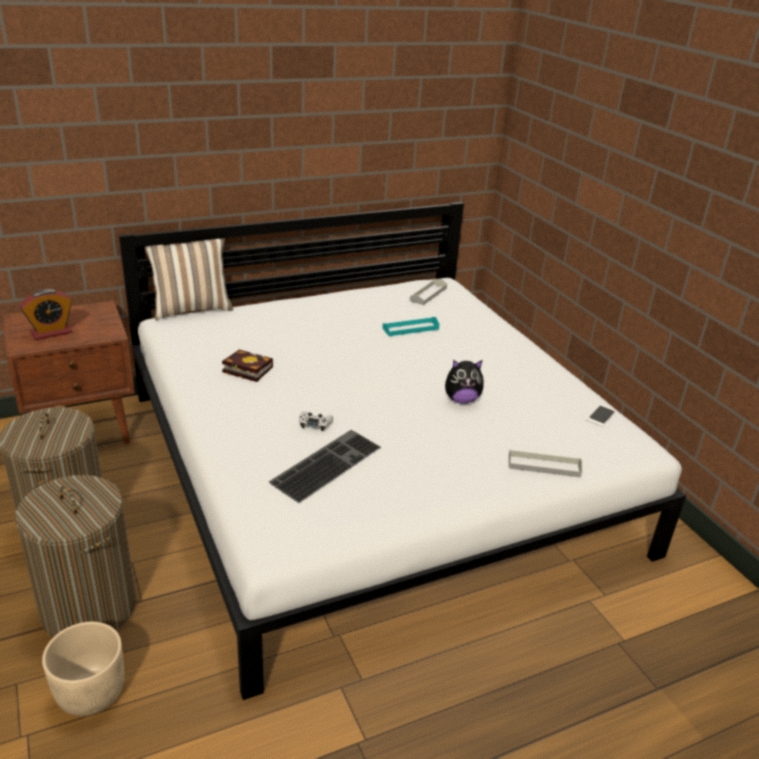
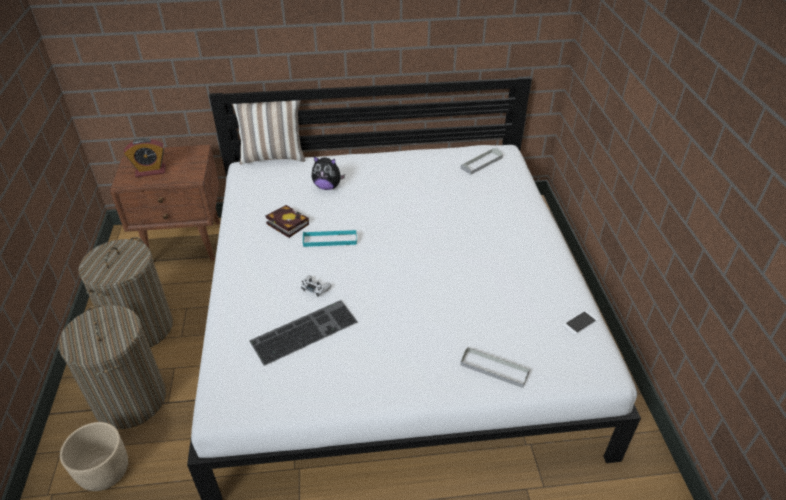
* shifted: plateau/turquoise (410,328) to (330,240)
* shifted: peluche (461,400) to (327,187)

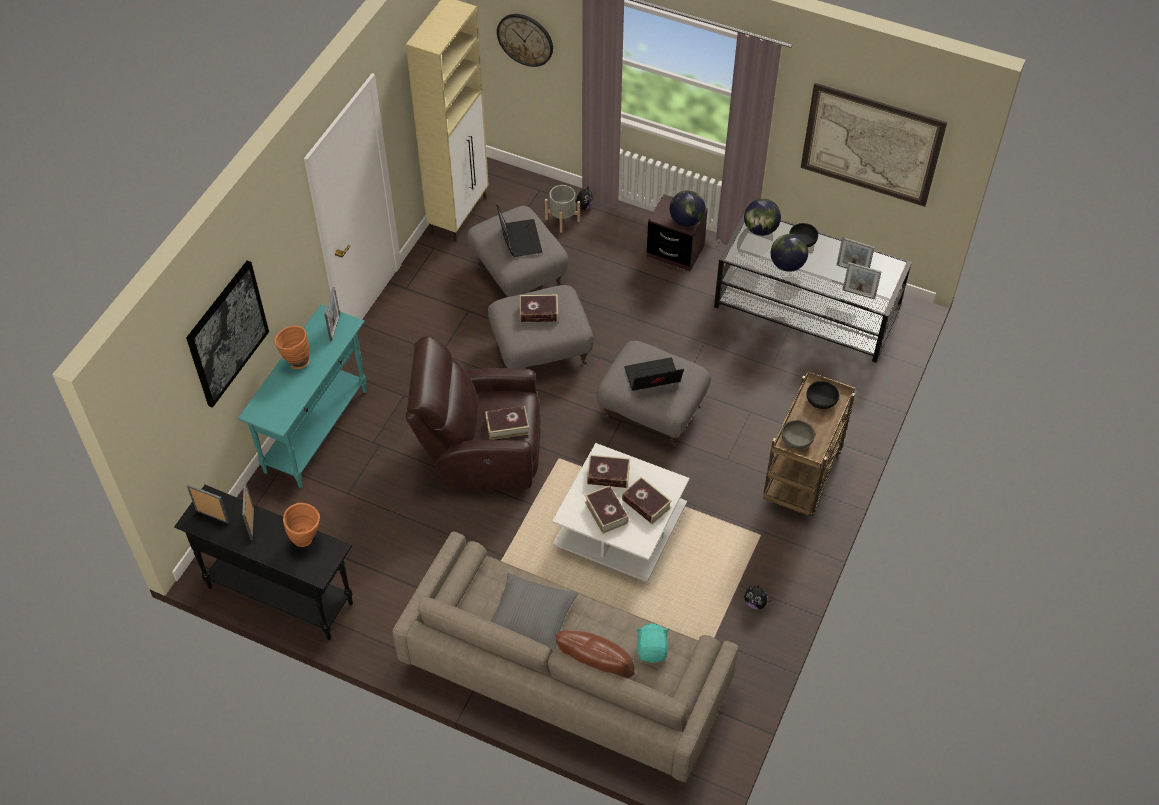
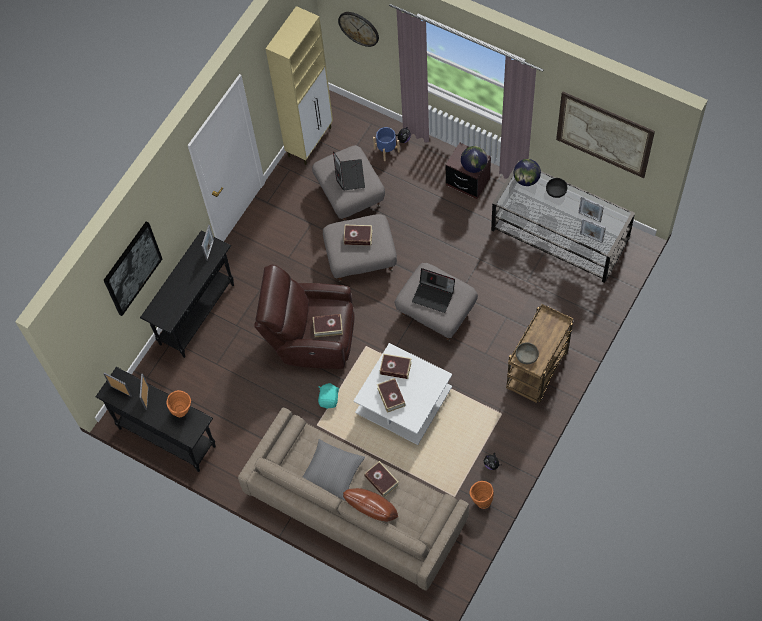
* repainted: table console/turquoise (317,431) to table console/noir (197,314)
* shifted: vase/orange (295,361) to (480,500)
* repainted: cache-pot/gris (562,219) to cache-pot/bleu (386,150)
* shifted: livre (646,504) to (381,480)
* rotated: ordinateur portable (652,379) = (434,295) 150 degrees counterclockwise
* shifted: peluche/turquoise (652,649) to (329,399)
* gone: globe (787,265)
* gone: bol/noir (821,401)

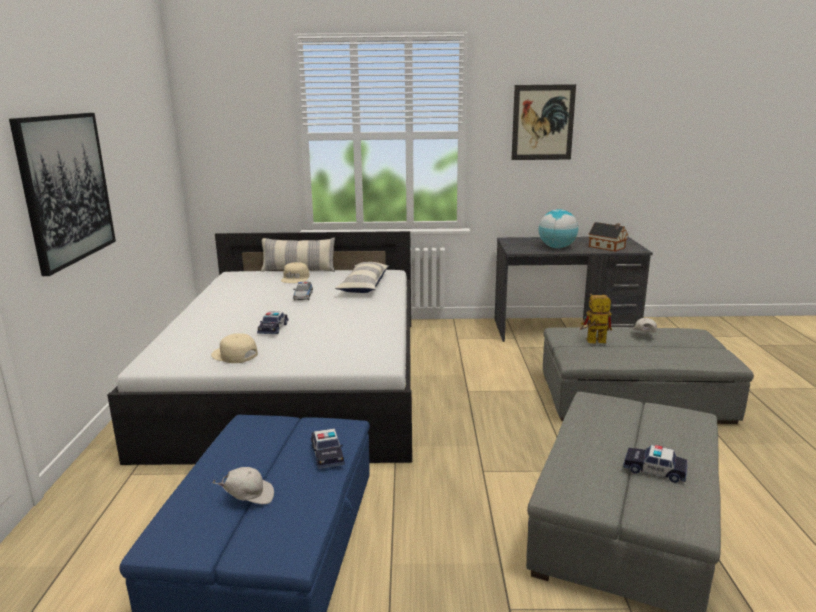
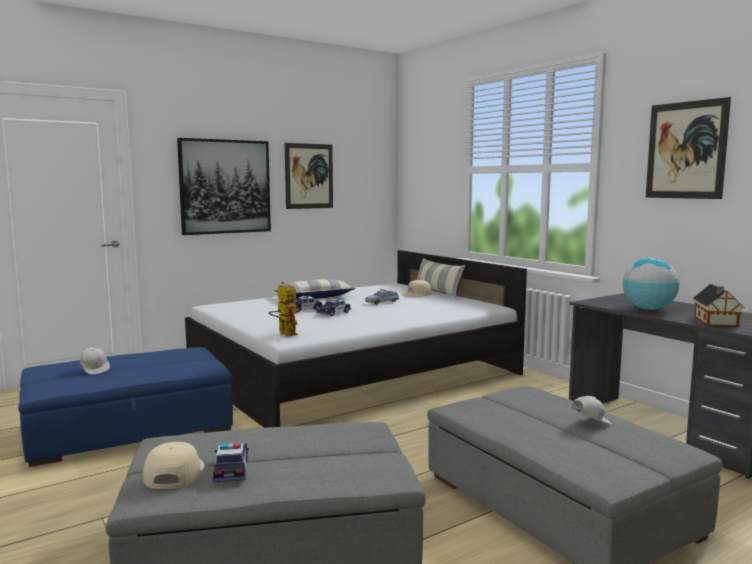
* shifted: casquette/beige (234,355) to (173,473)
* shifted: petite voiture (327,454) to (333,313)
* shifted: coussin (364,286) to (314,297)
* shifted: robot jouet (592,342) to (284,333)
* new: tableau (309,176)

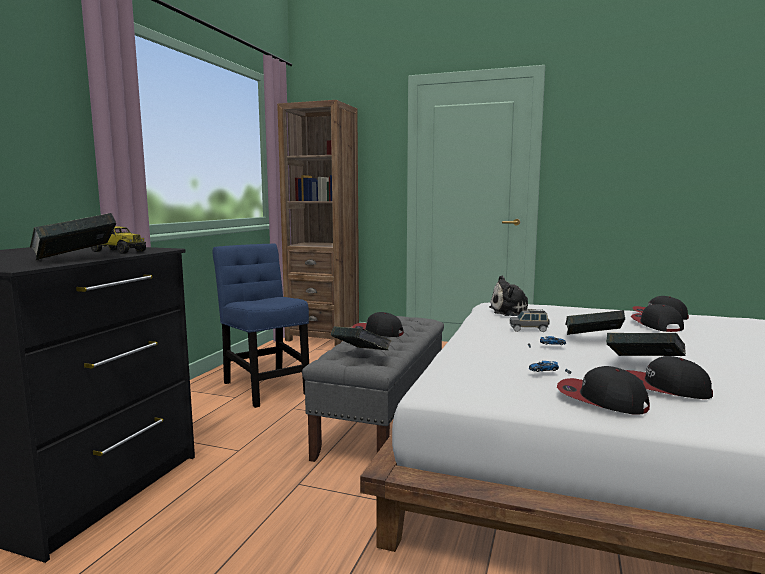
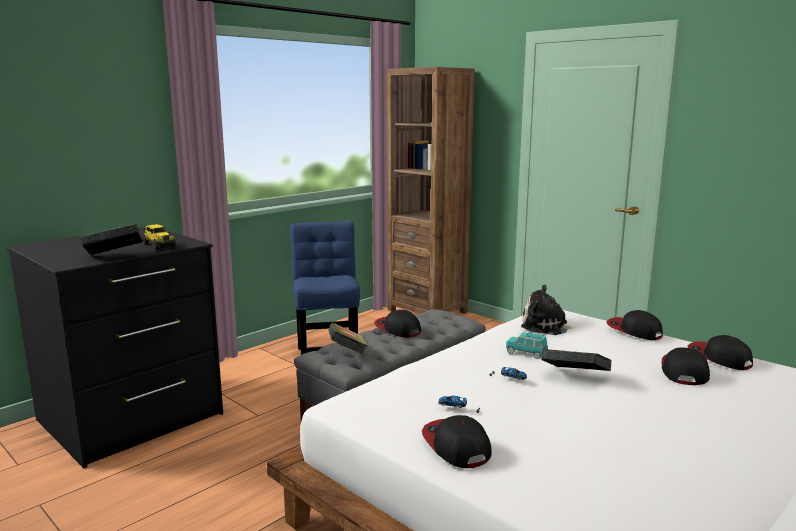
* repainted: petite voiture/gris (529,329) to petite voiture/turquoise (526,353)
* gone: livre (643,364)
* shifted: casquette (664,388) to (634,331)

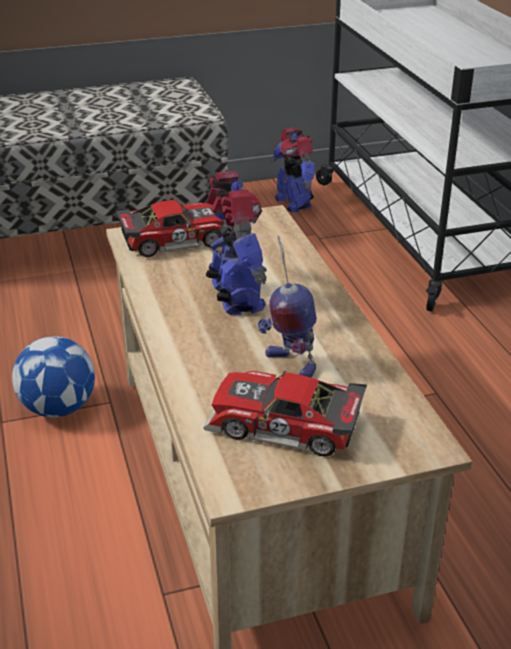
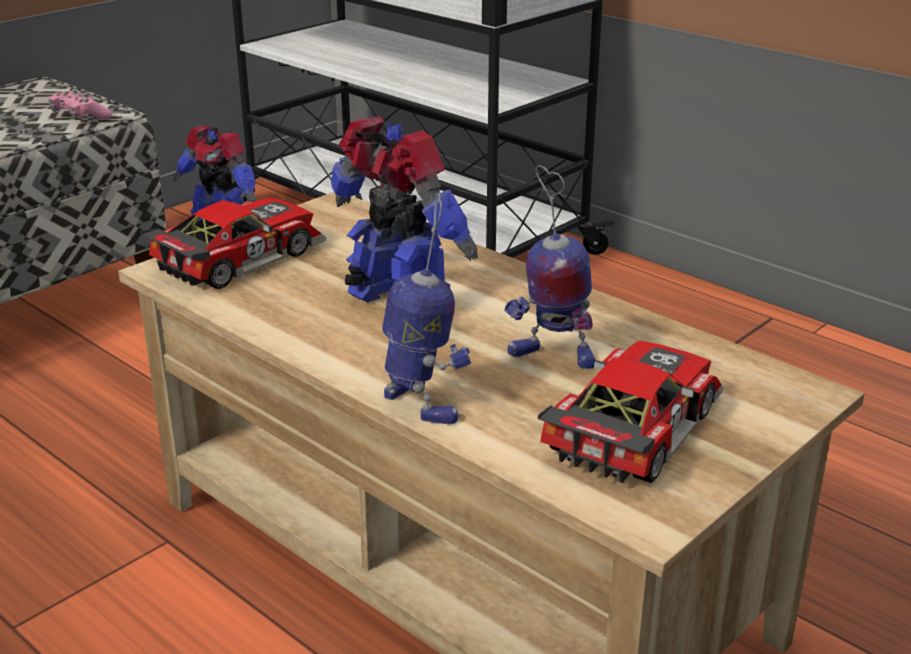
* gone: ballon de foot (58,408)
* rotated: petite voiture (283,427) = (627,428) 135 degrees clockwise
* new: manette/rose (80,117)
* new: robot jouet (422,404)

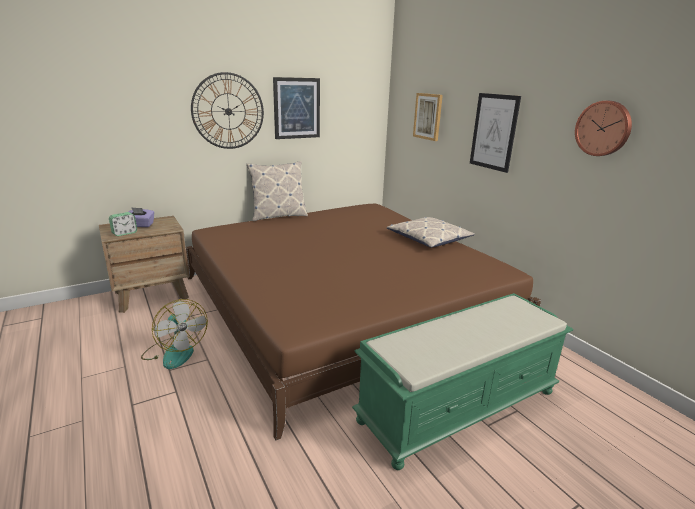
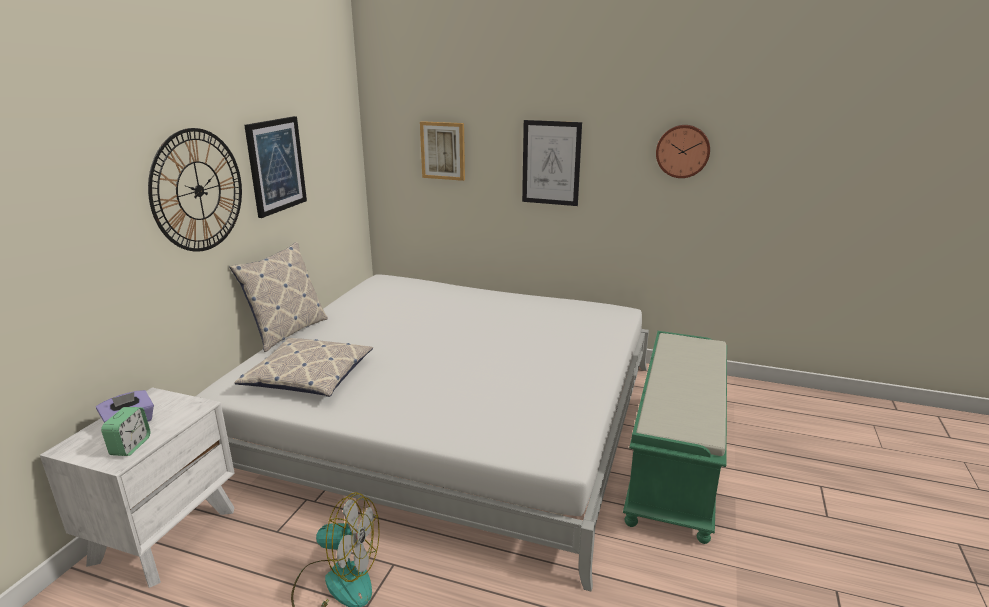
* repainted: table de chevet/marron (152,295) to table de chevet/blanc (165,534)
* repainted: lit/marron (343,305) to lit/blanc (449,417)
* shifted: coussin (429,238) to (308,376)

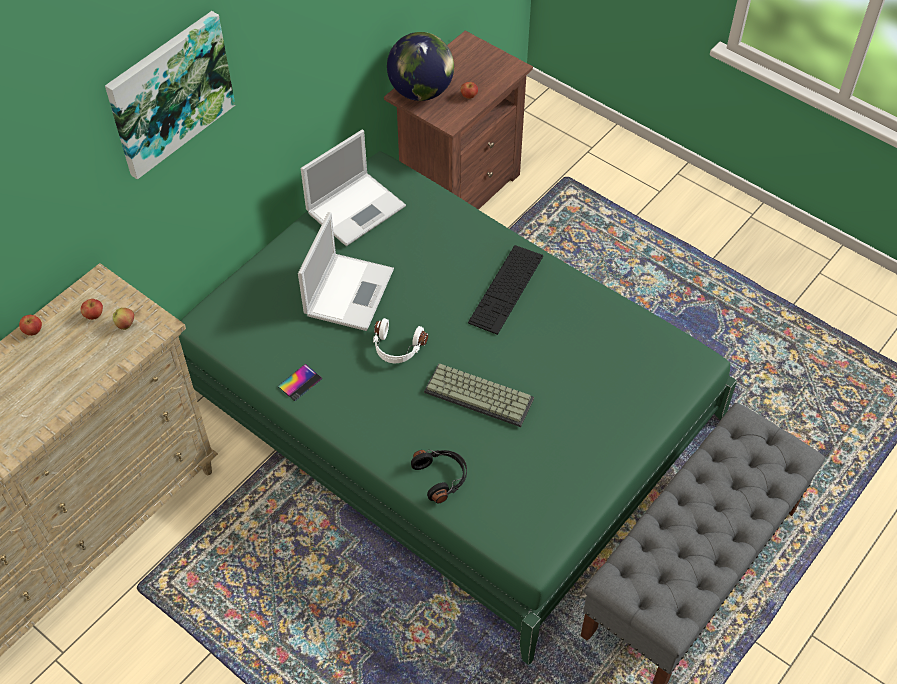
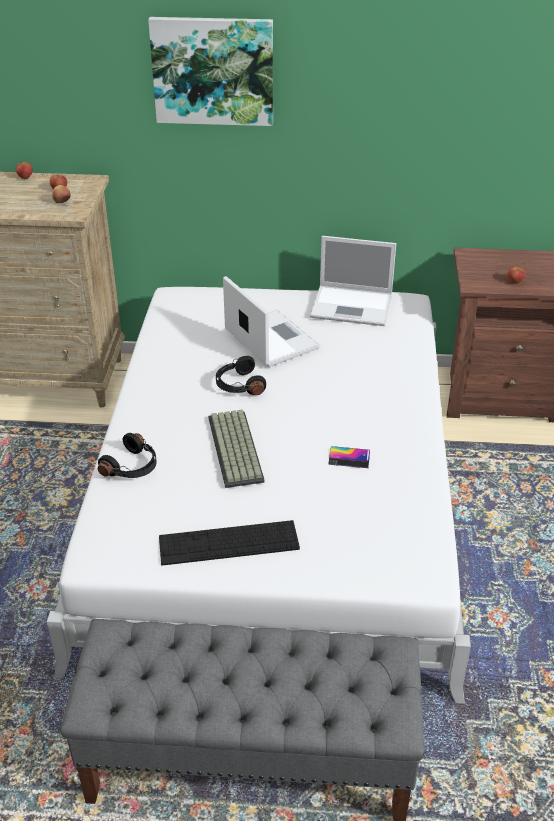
* repainted: lit/vert (448,407) to lit/blanc (277,497)
* shifted: téléphone (300,382) to (349,457)
* rotated: ordinateur portable (349,290) = (270,339) 105 degrees counterclockwise
* repainted: casque audio/blanc (397,348) to casque audio/noir (239,385)
* gone: globe (420,92)
* shifted: clavier (506,289) to (228,543)

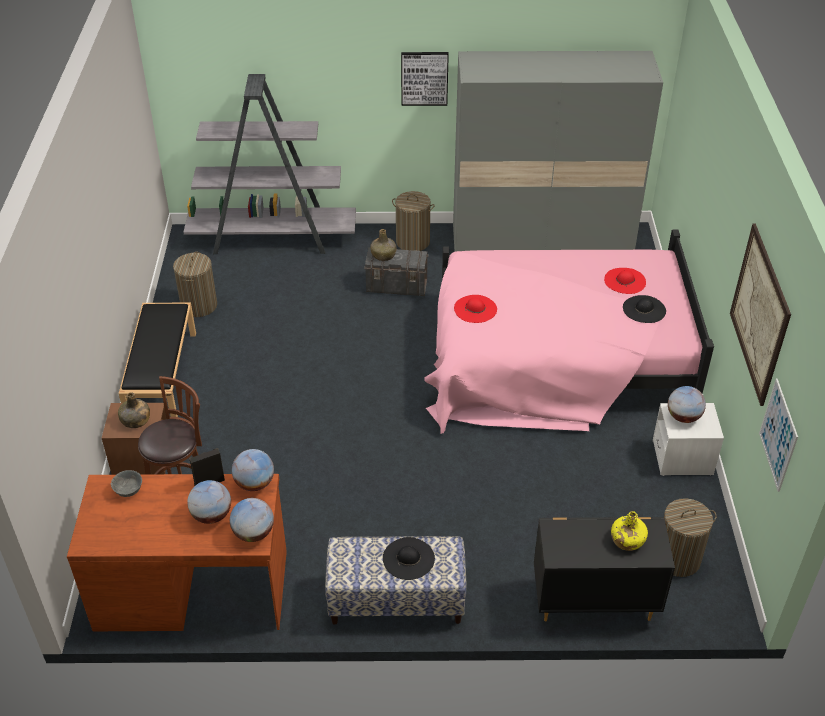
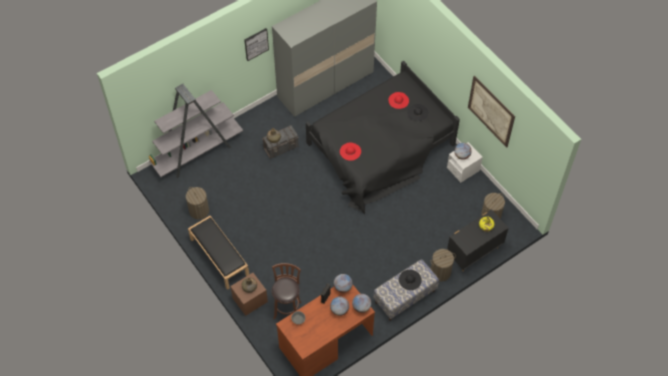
* shifted: panier à linge (413,242) to (440,272)
* repainted: lit/rose (556,359) to lit/noir (380,148)
* gone: tableau (778,435)

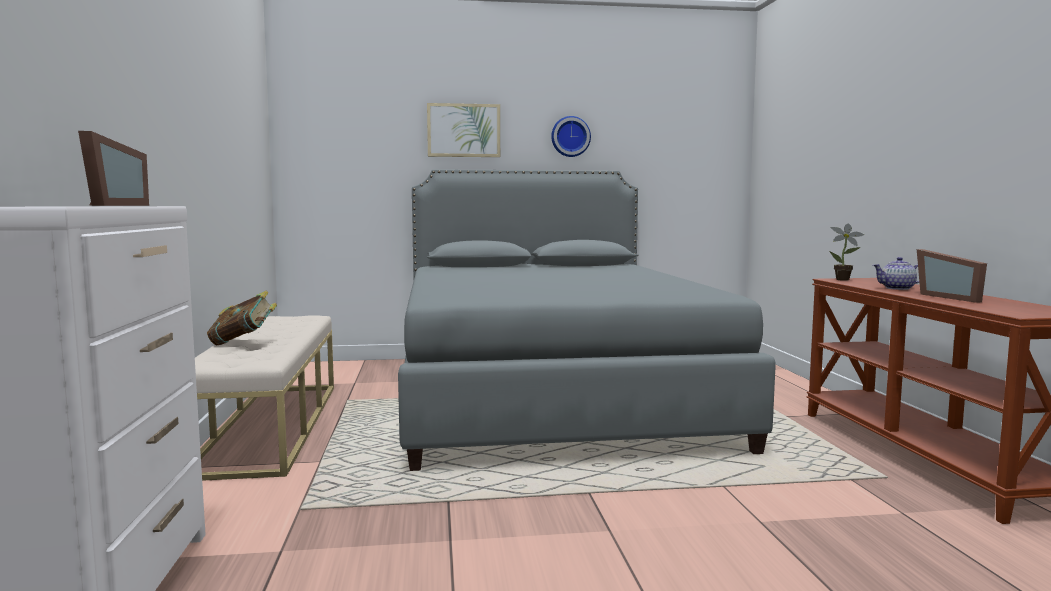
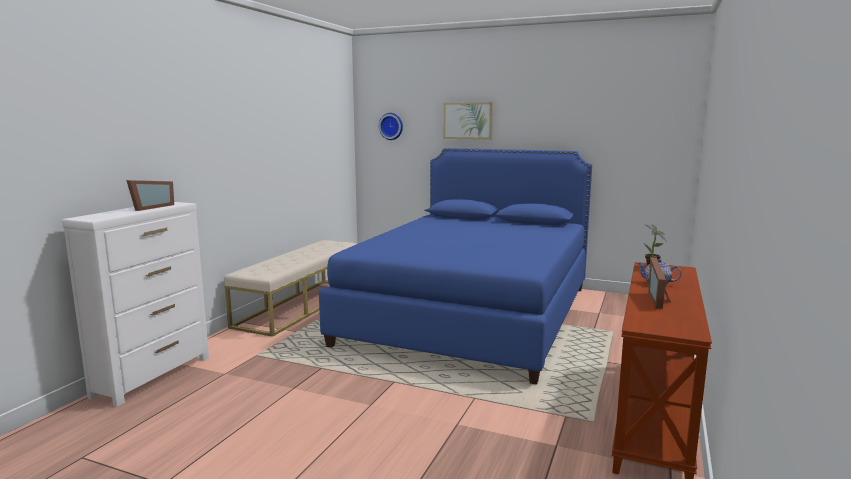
* gone: livre (243,342)
* repainted: lit/gris (550,396) to lit/bleu (471,314)
* shifted: horloge murale (570,136) to (391,126)

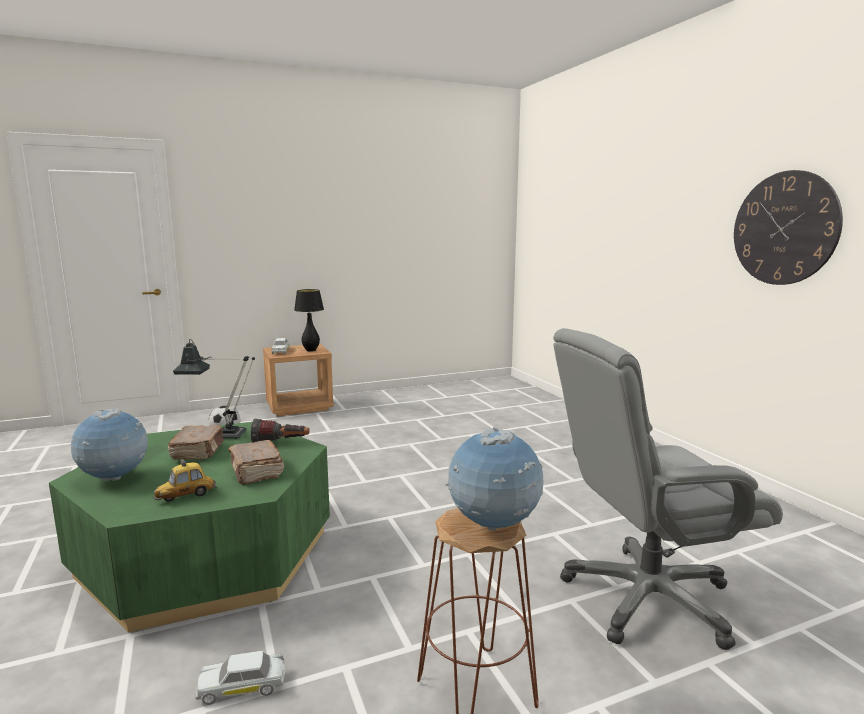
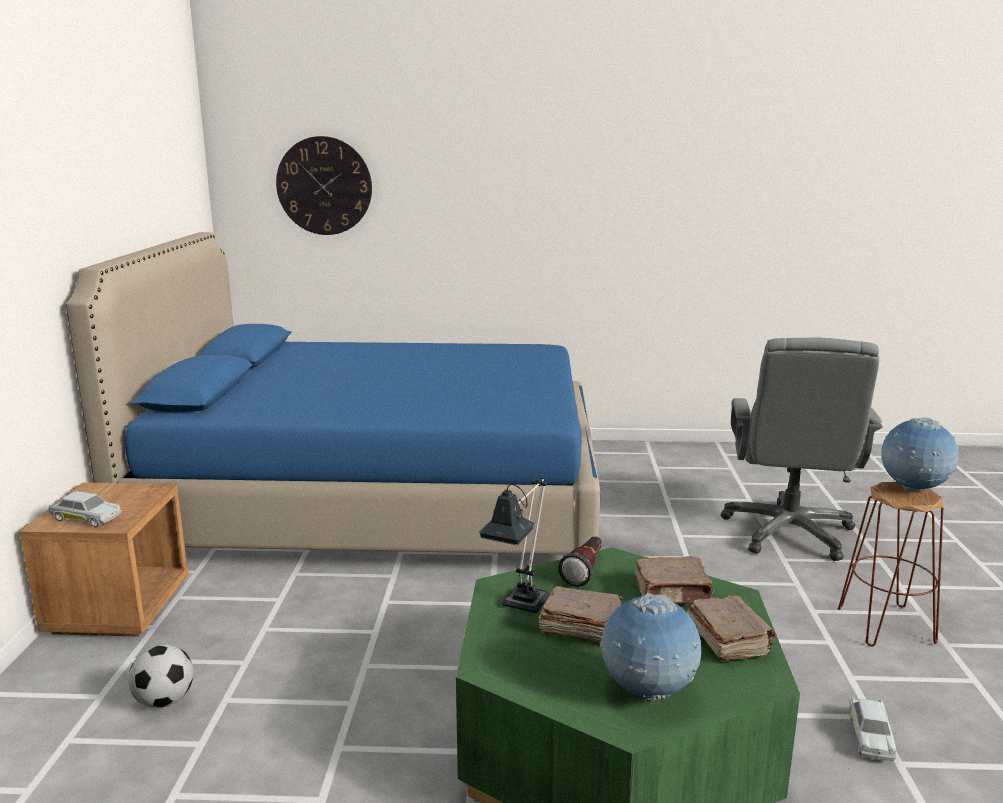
* swapped: petite voiture (186,496) to livre/marron (728,640)
* gone: lampe de table/noir (311,350)
* shifted: horloge murale (784,228) to (324,186)
* new: lit/bleu (379,501)

